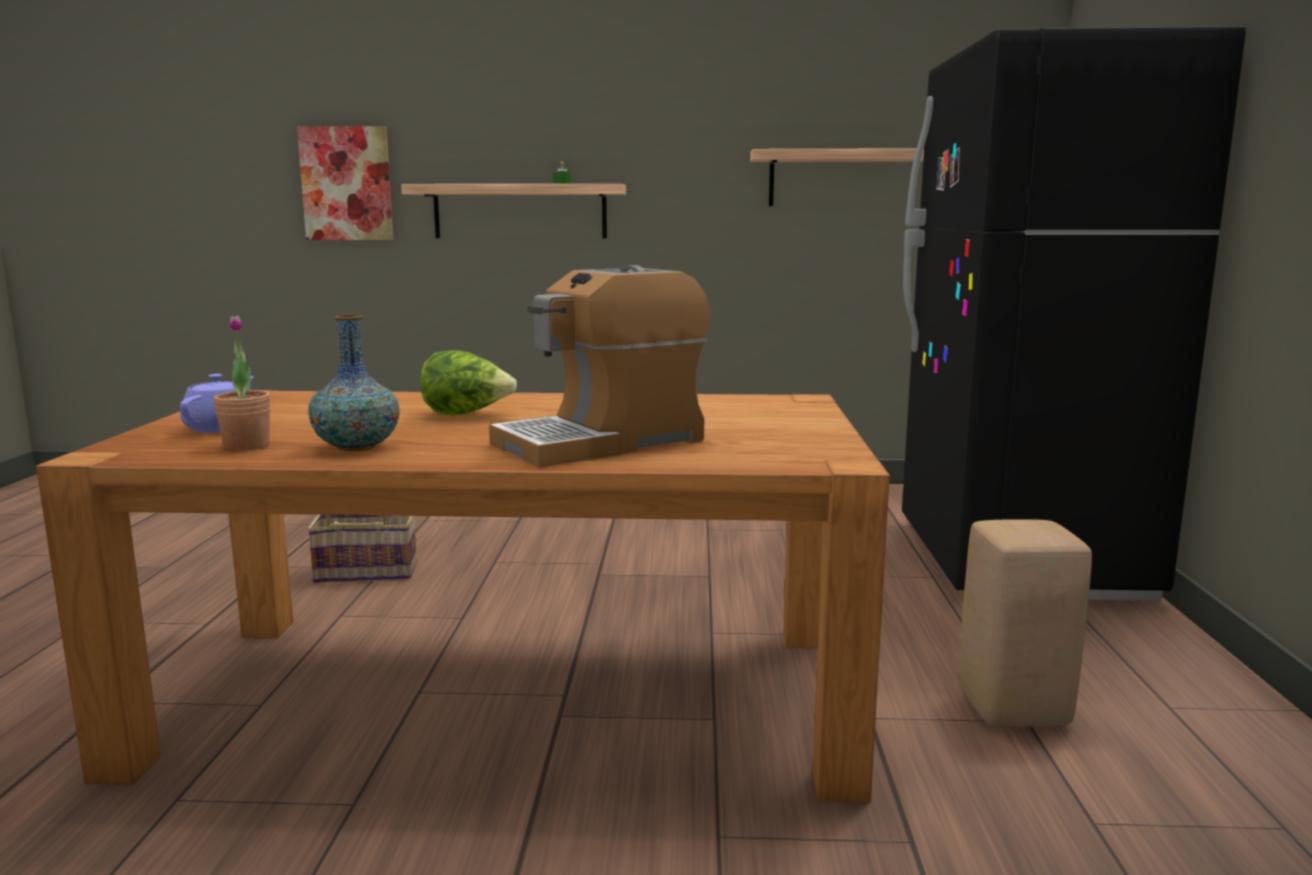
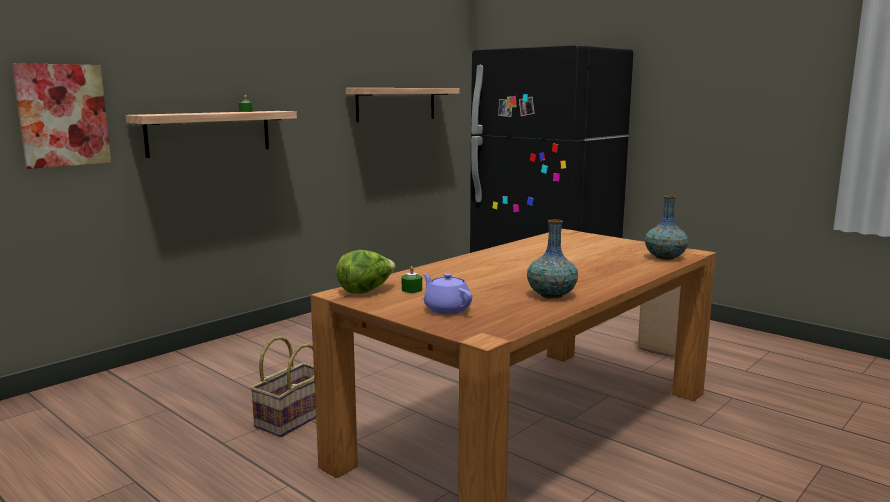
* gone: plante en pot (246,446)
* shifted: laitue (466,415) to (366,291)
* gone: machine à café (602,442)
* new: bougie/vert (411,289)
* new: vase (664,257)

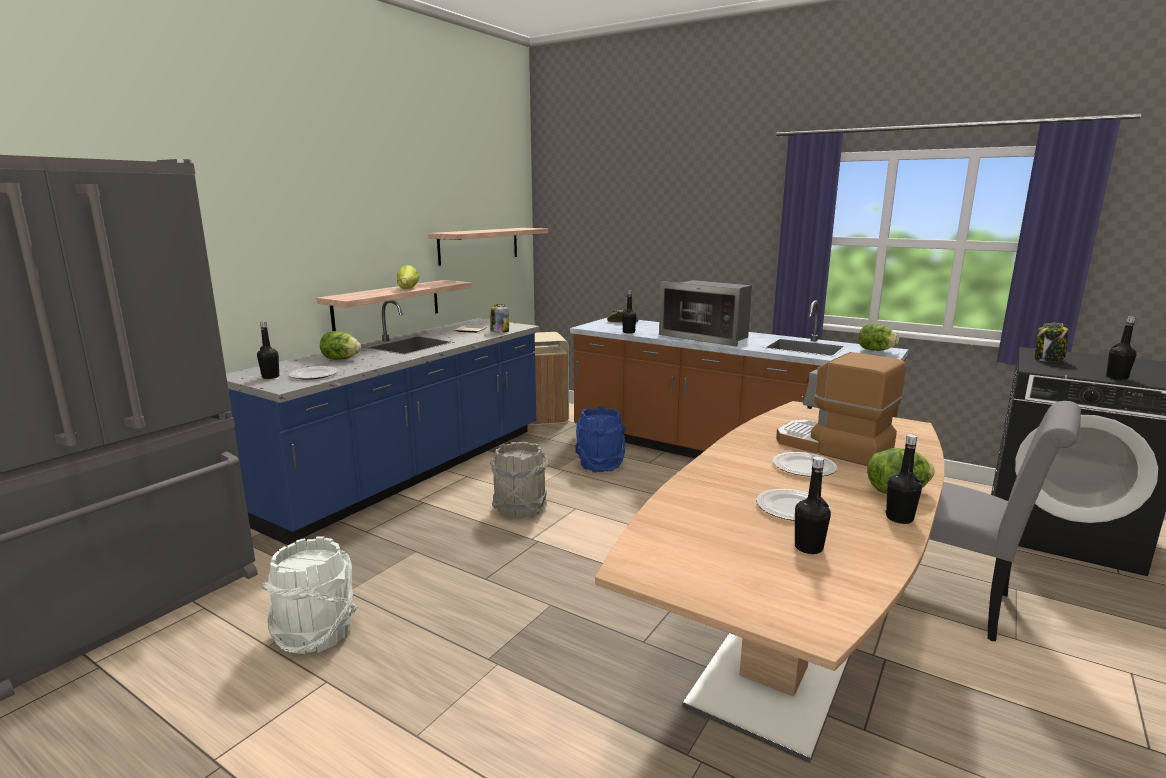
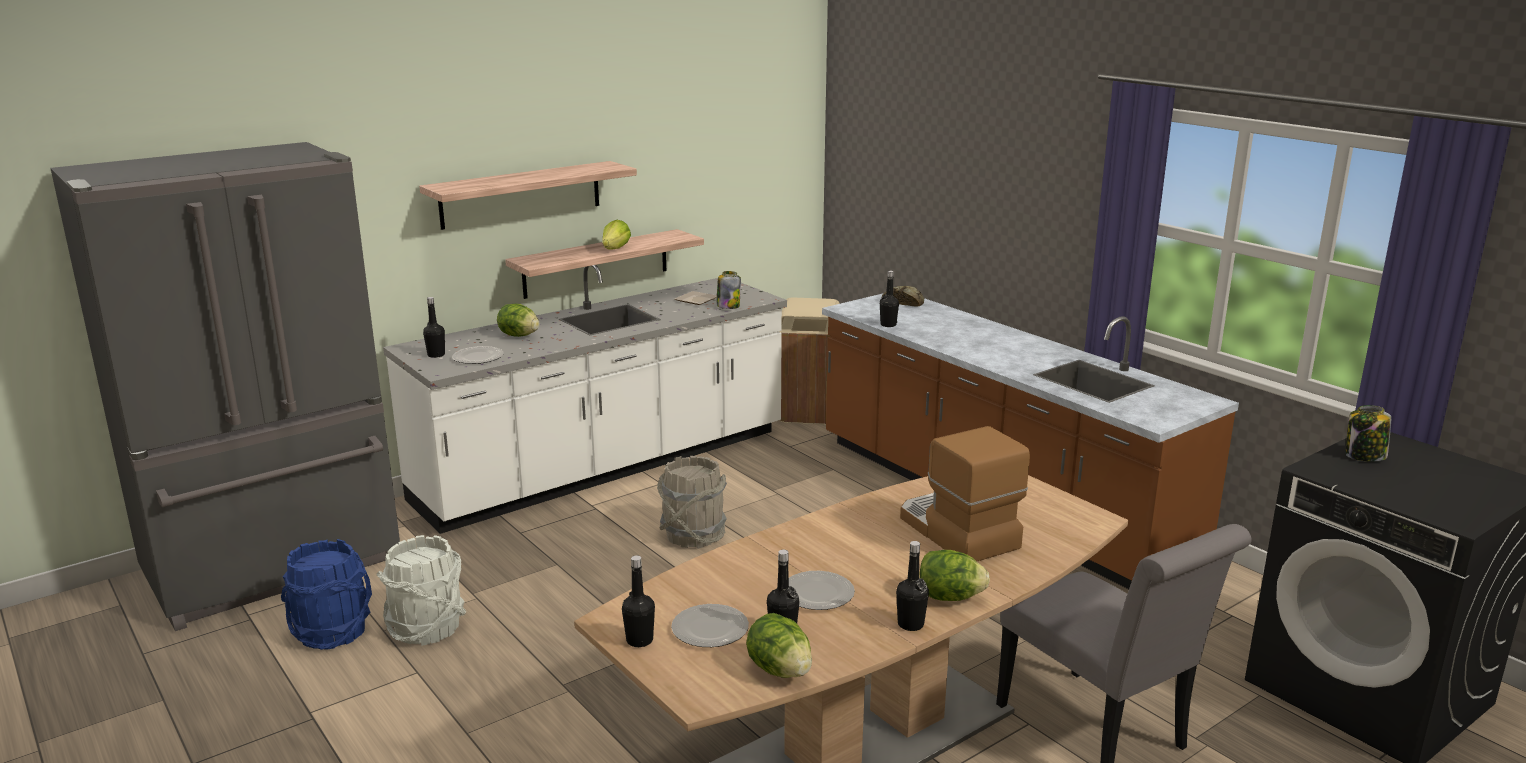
* repainted: comptoir de cuisine/bleu (412,471) to comptoir de cuisine/blanc (605,467)
* shifted: étagère (479,245) to (521,194)
* shifted: seau/bleu (600,465) to (333,632)
* gone: micro-ondes (707,336)
* shifted: assiette (804,467) to (711,629)
* shifted: laitue (875,350) to (780,670)
* shifted: bouteille/noir (1116,377) to (639,640)

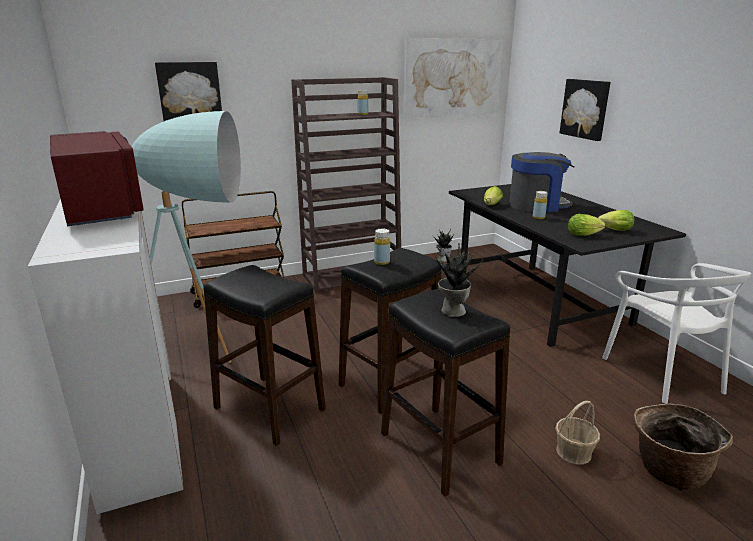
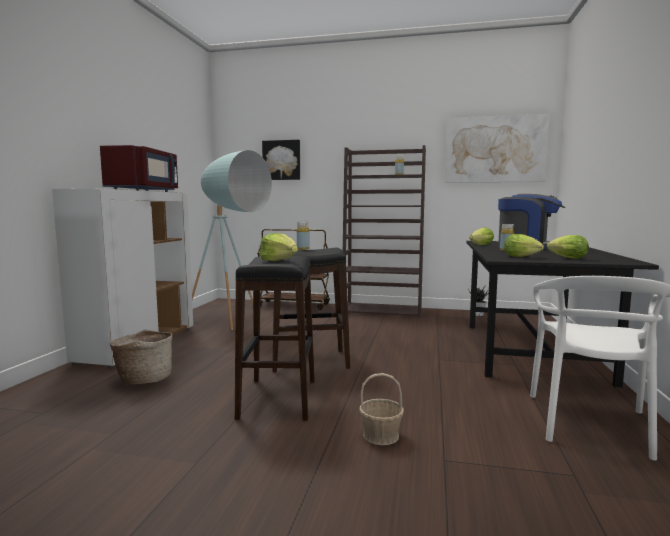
* gone: tabouret/noir (270,409)
* swapped: plante en pot (452,311) to laitue (279,260)
* gone: tableau (585,109)
* shifted: panier (668,471) to (144,379)

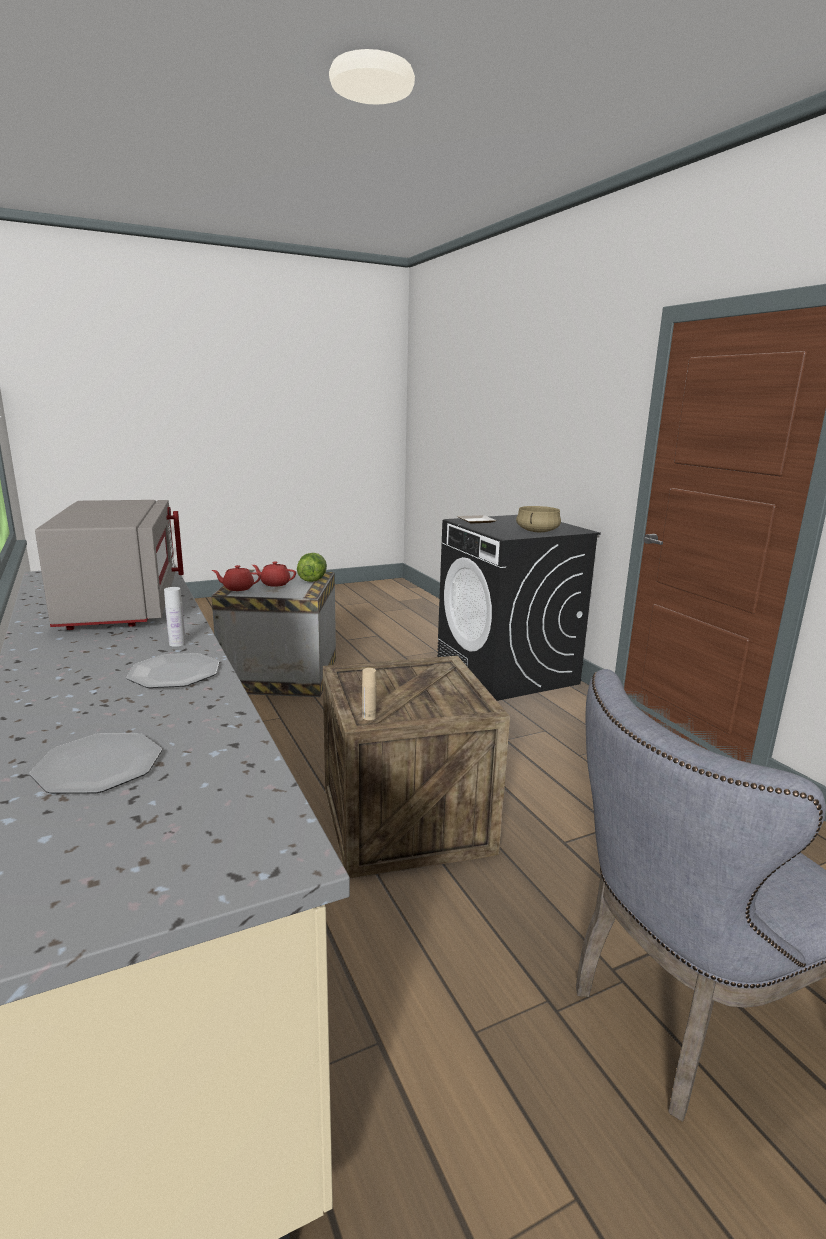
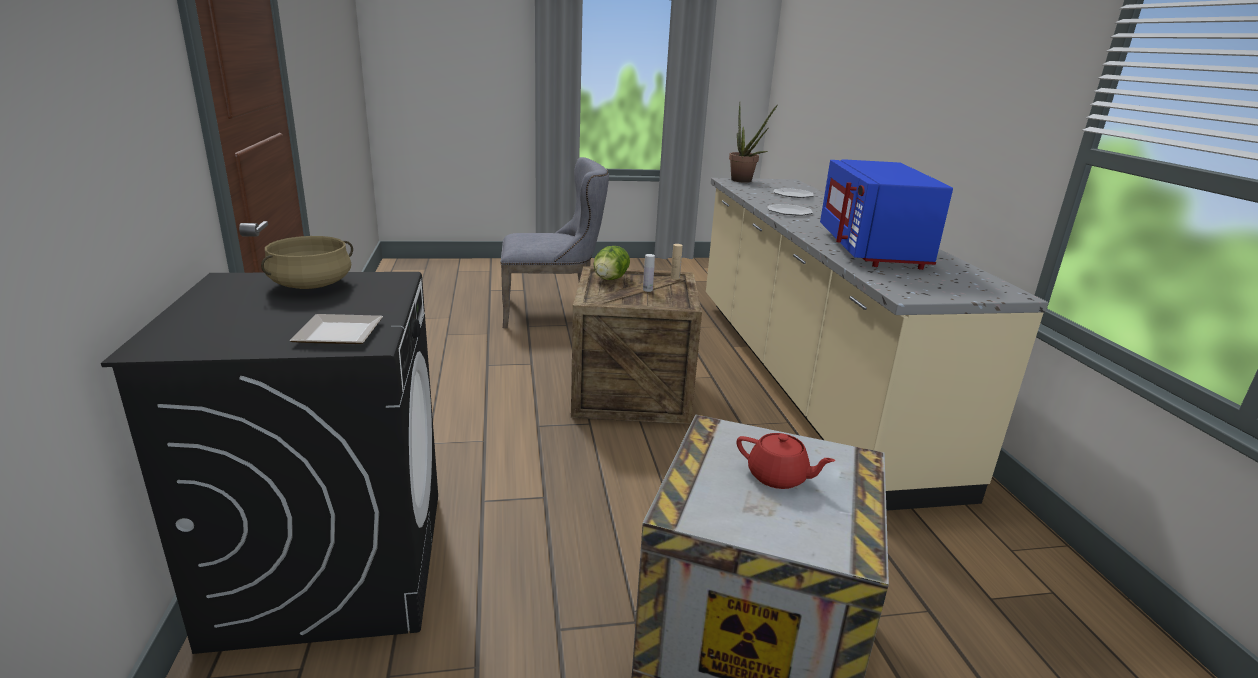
* repainted: micro-ondes/gris (120,605) to micro-ondes/bleu (872,249)
* shifted: bouteille/blanc (177,643) to (647,290)
* gone: théière/rouge (238,588)
* shifted: laitue (312,580) to (610,279)
* new: plante en pot (744,181)

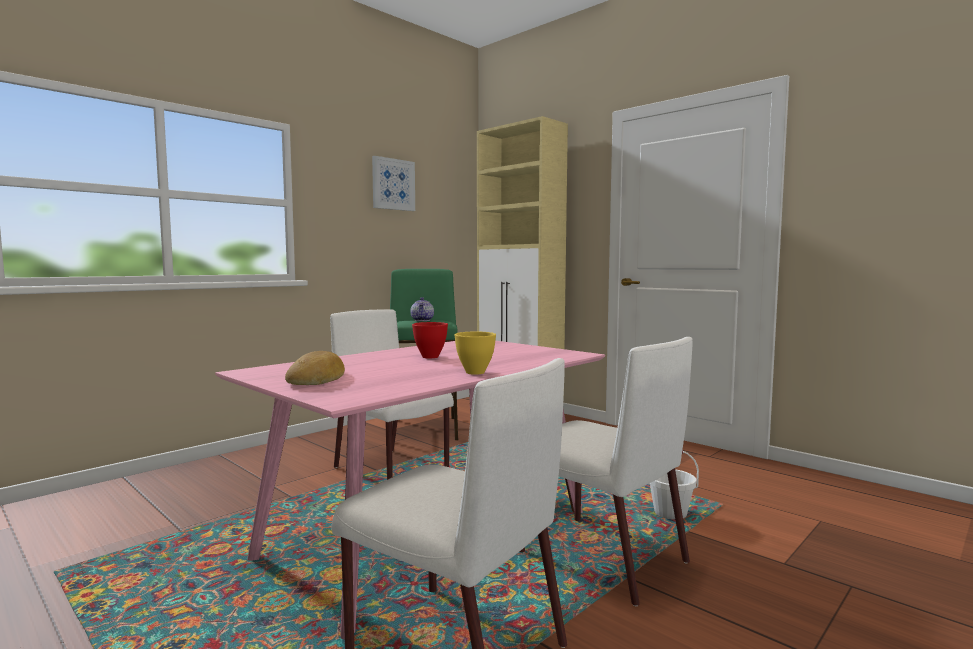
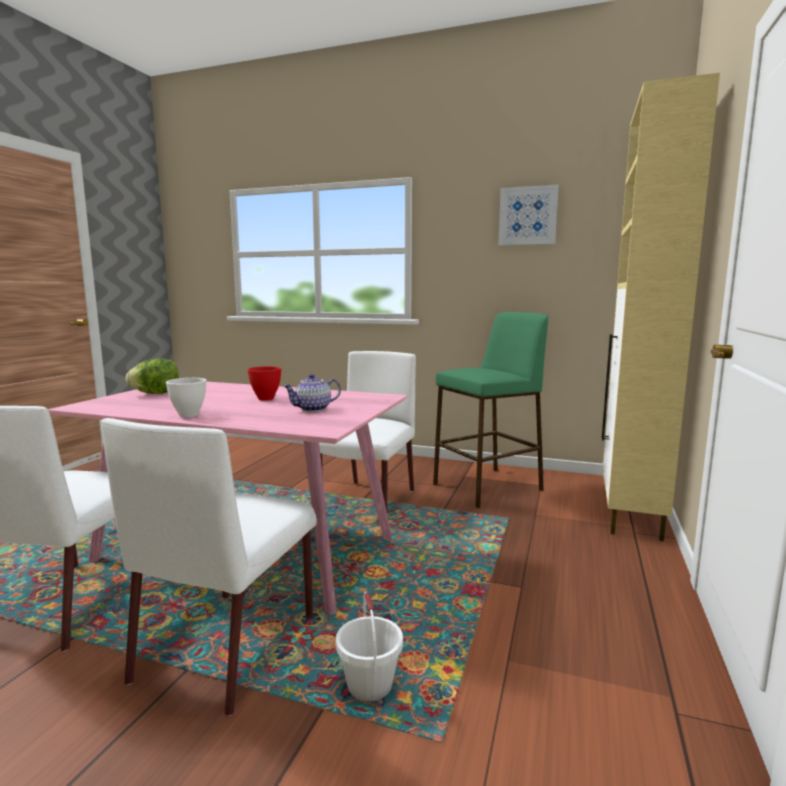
* swapped: pain (317,378) to laitue (156,394)
* shifted: théière (423,320) to (313,409)
* repainted: bol/jaune (474,372) to bol/blanc (189,415)

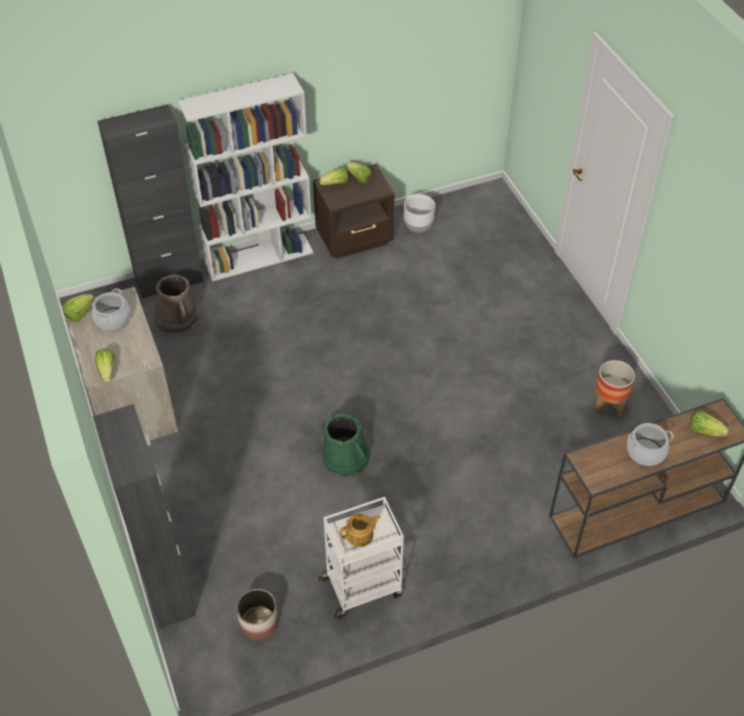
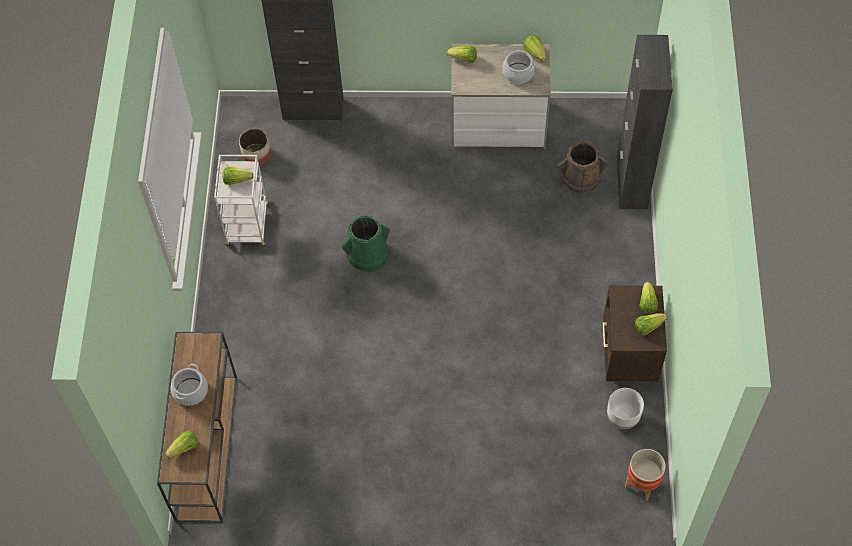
* gone: bibliothèque/blanc (259,257)
* swapped: théière (360,535) to laitue (237,180)
* shifted: cache-pot (608,405) to (642,484)

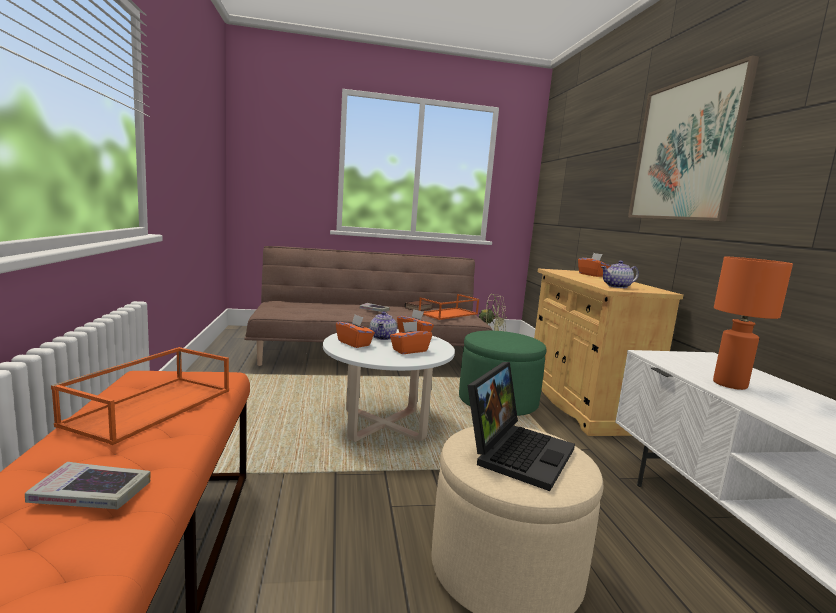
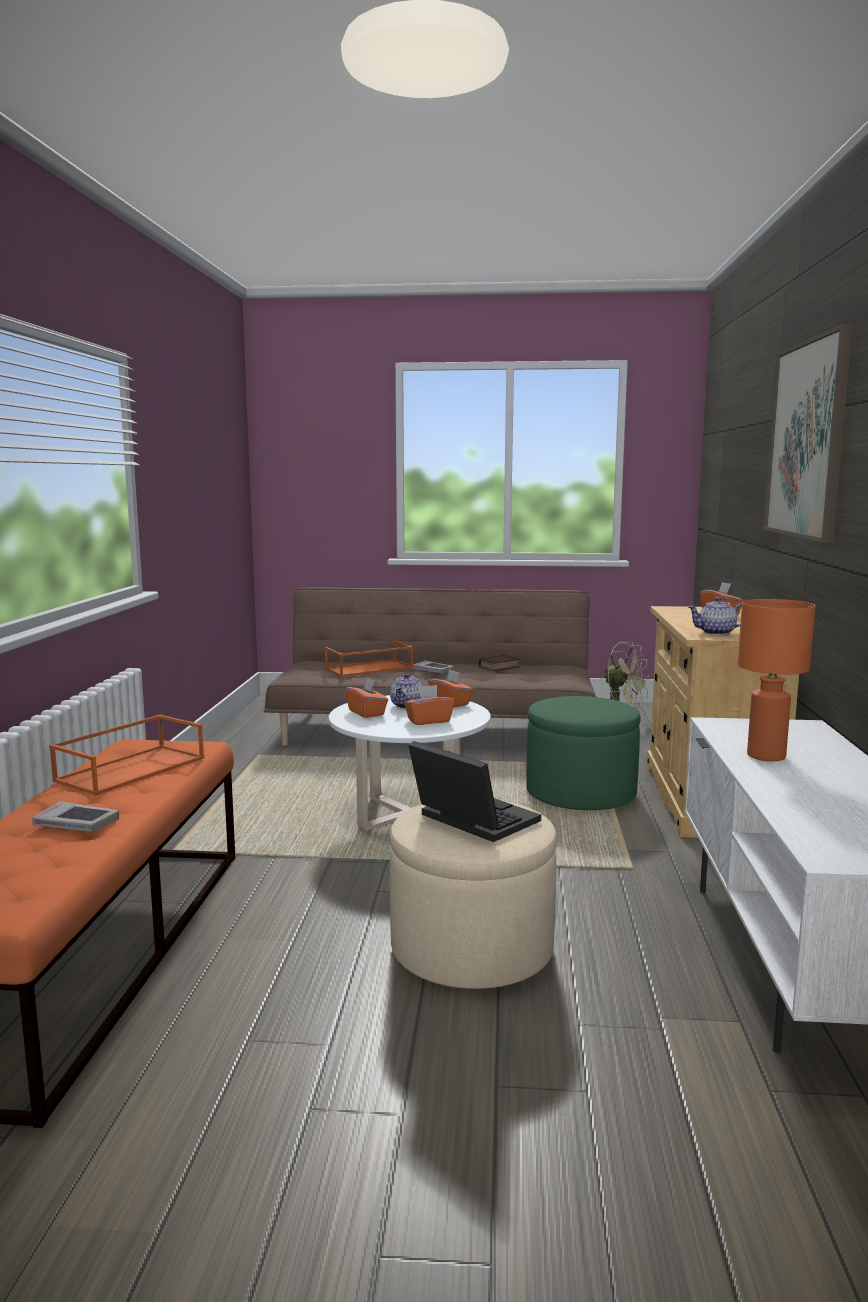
* shifted: plateau/orange (448,314) to (368,668)
* rotated: ordinateur portable (517,452) = (470,820) 90 degrees counterclockwise

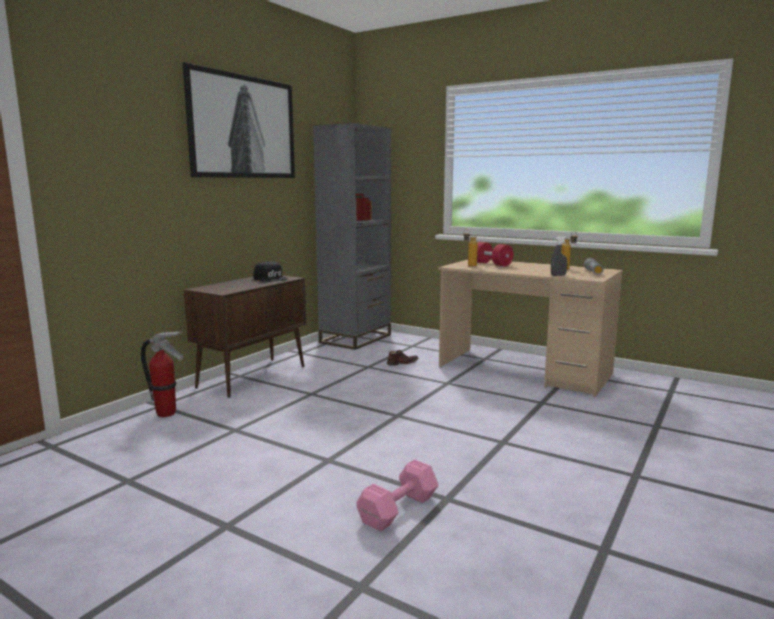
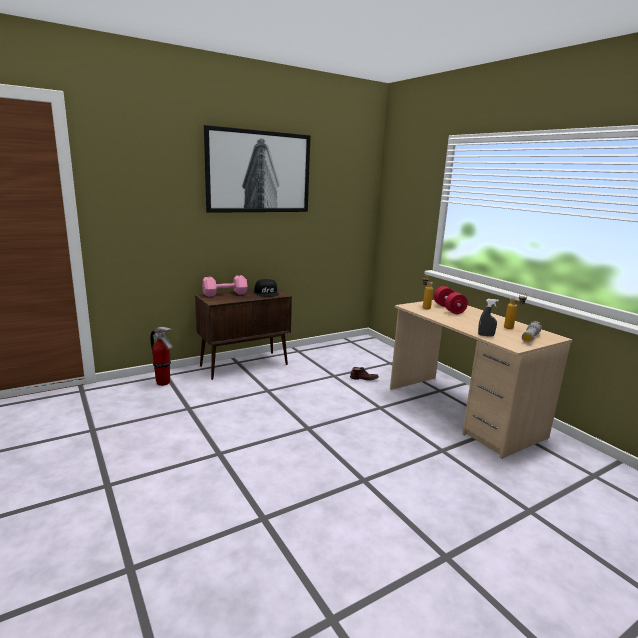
* gone: bibliothèque/gris (356,338)
* shifted: haltère/rose (396,510) to (224,294)

